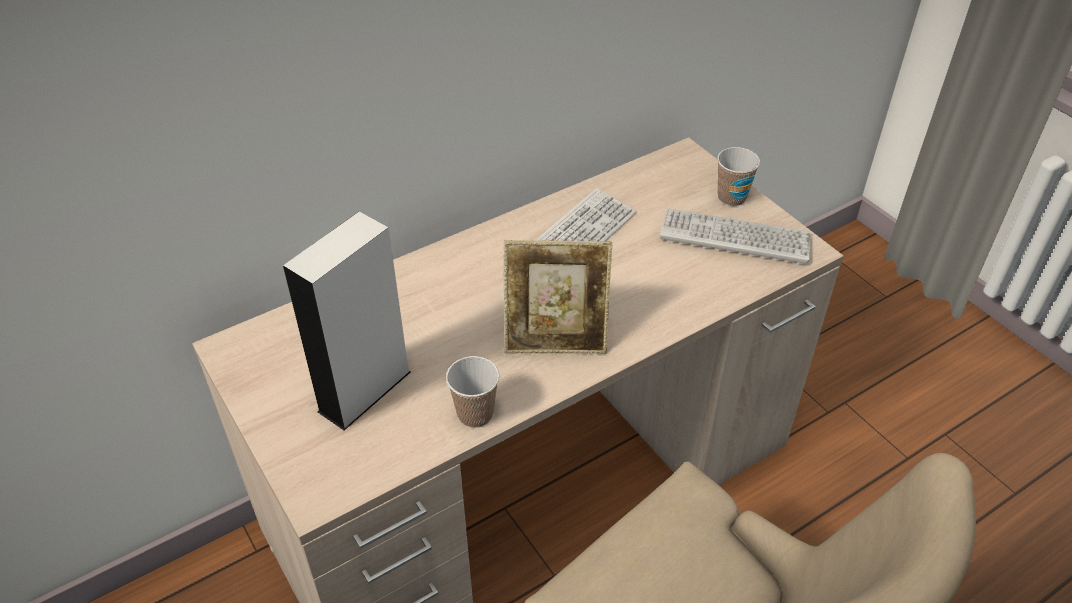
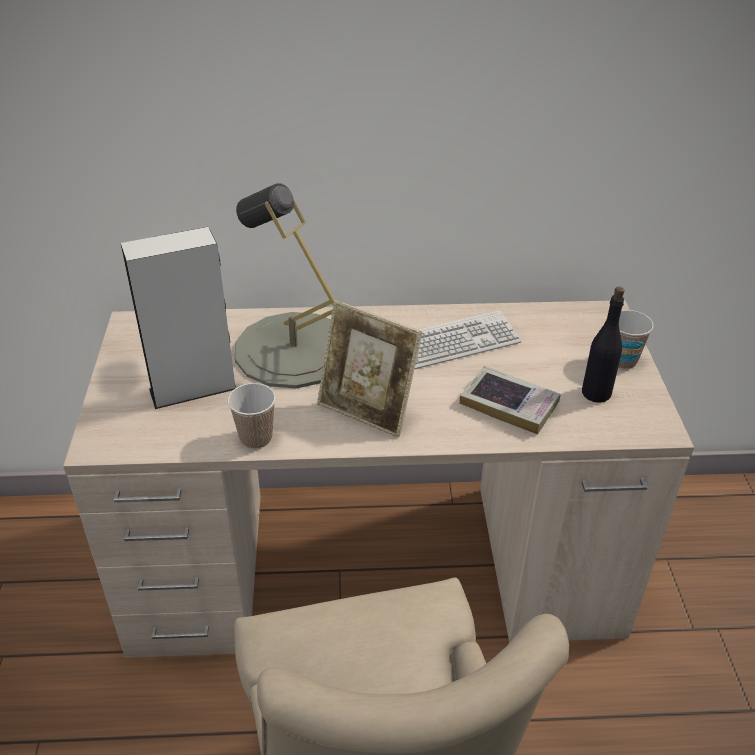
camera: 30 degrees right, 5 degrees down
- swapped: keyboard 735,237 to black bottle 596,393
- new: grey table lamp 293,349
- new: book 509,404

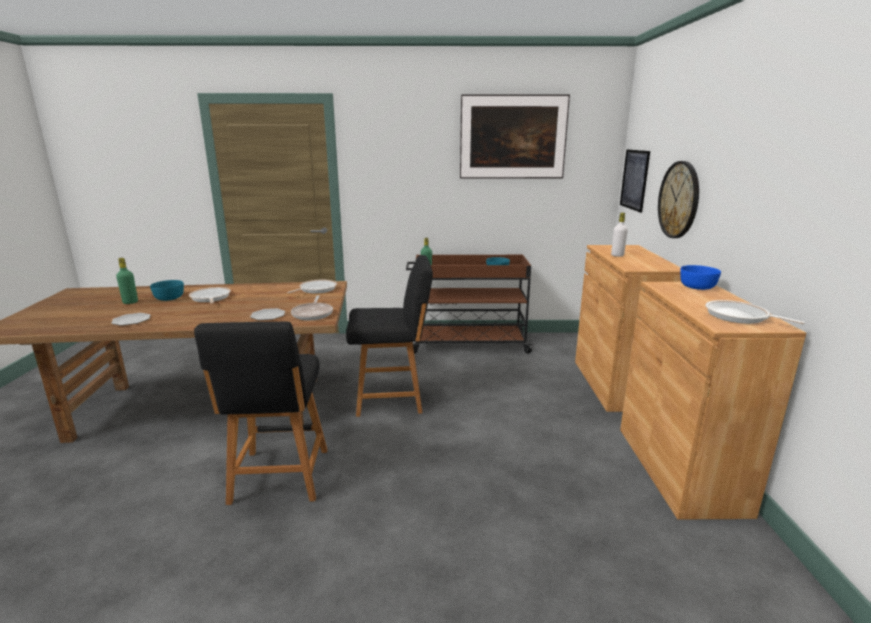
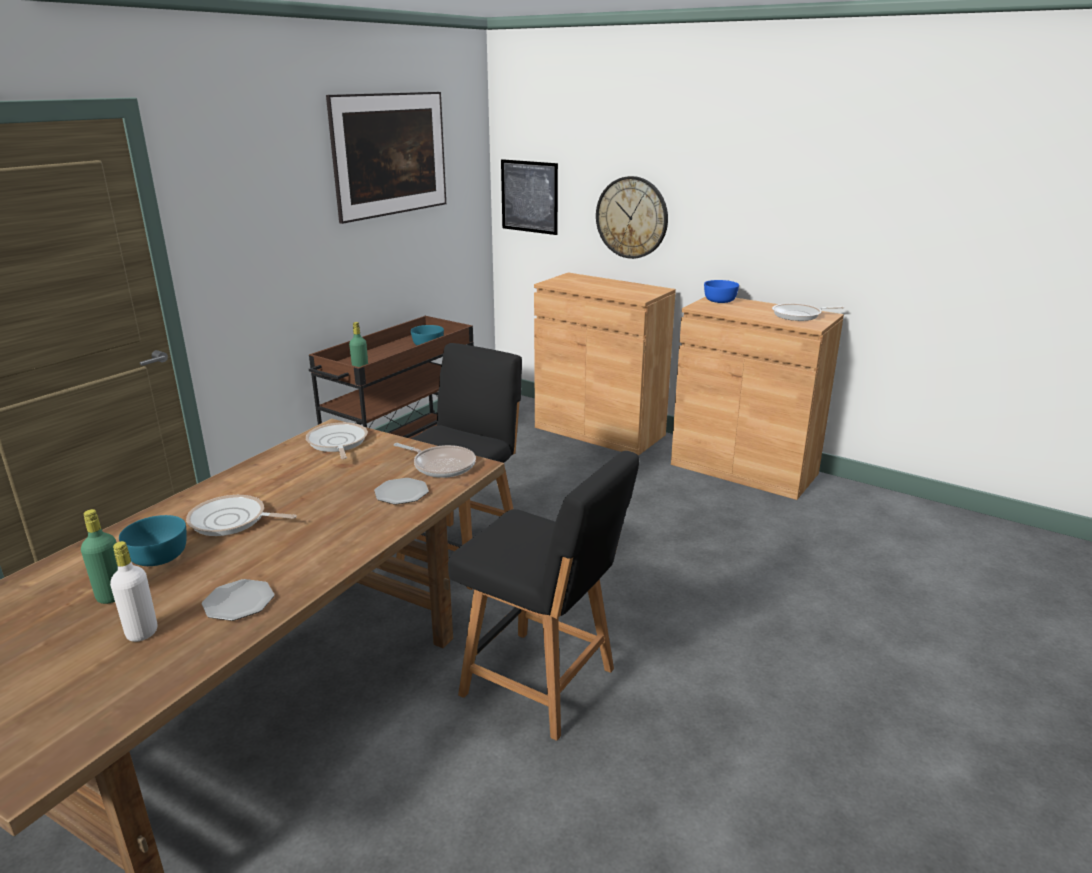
camera: 55 degrees left, 5 degrees up
- shifted: white bottle 617,255 to 142,633

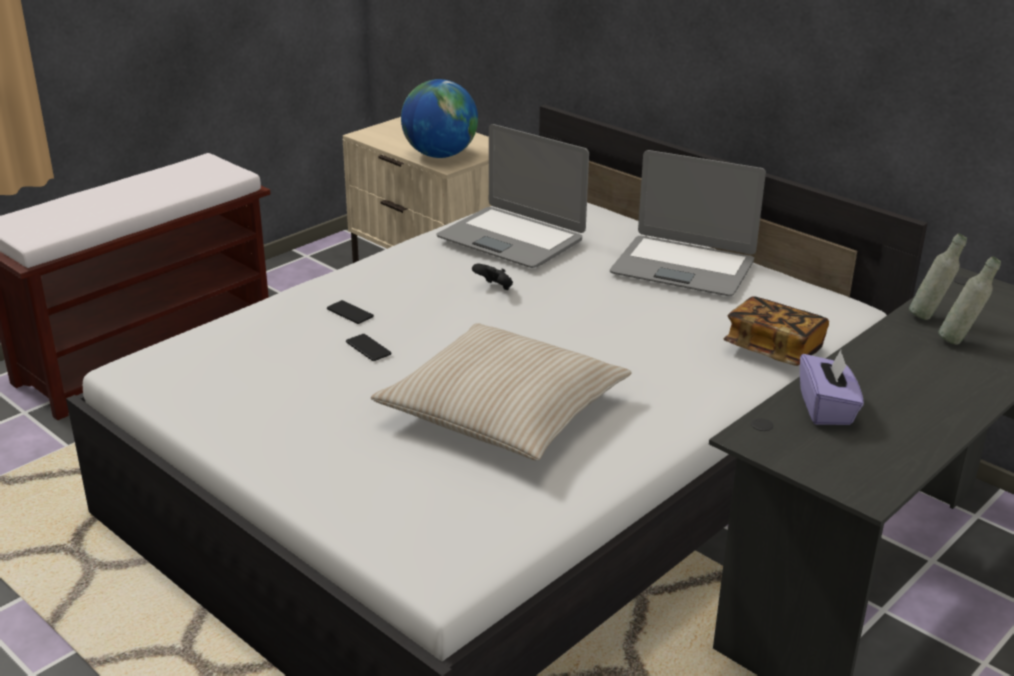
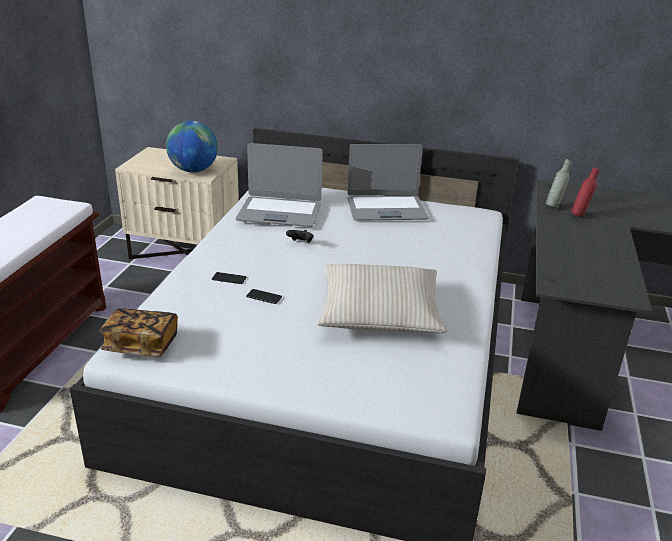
camera: 30 degrees left, 0 degrees up
- repainted: grey bottle 959,341 to red bottle 580,215
- shifted: book 773,349 to 141,345
- gone: purple tissue box 826,409

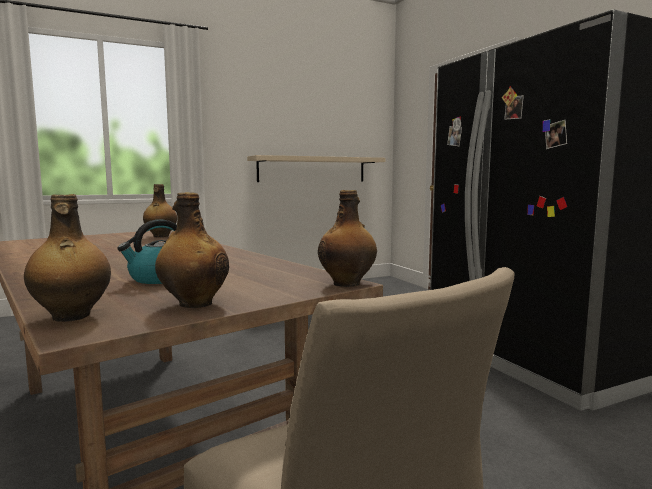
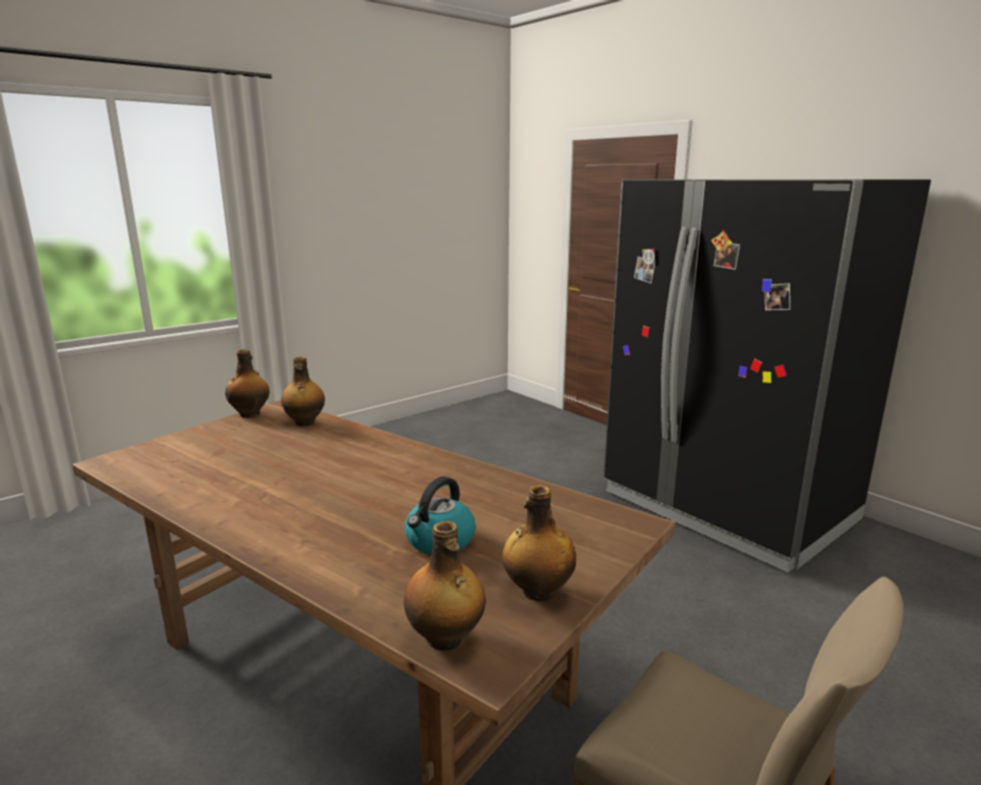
camera: 15 degrees left, 10 degrees up
- gone: beige shelf 312,169
- shifted: bottle 347,283 to 250,414

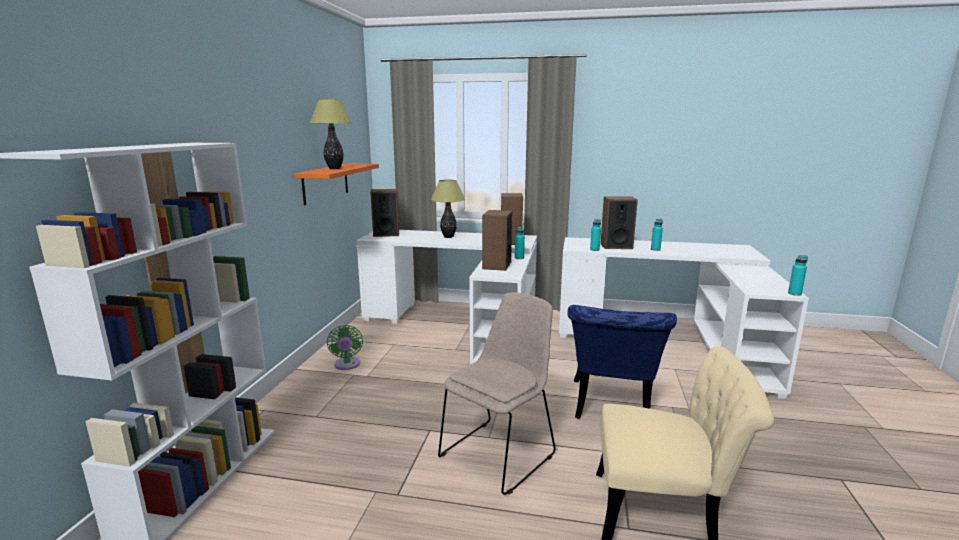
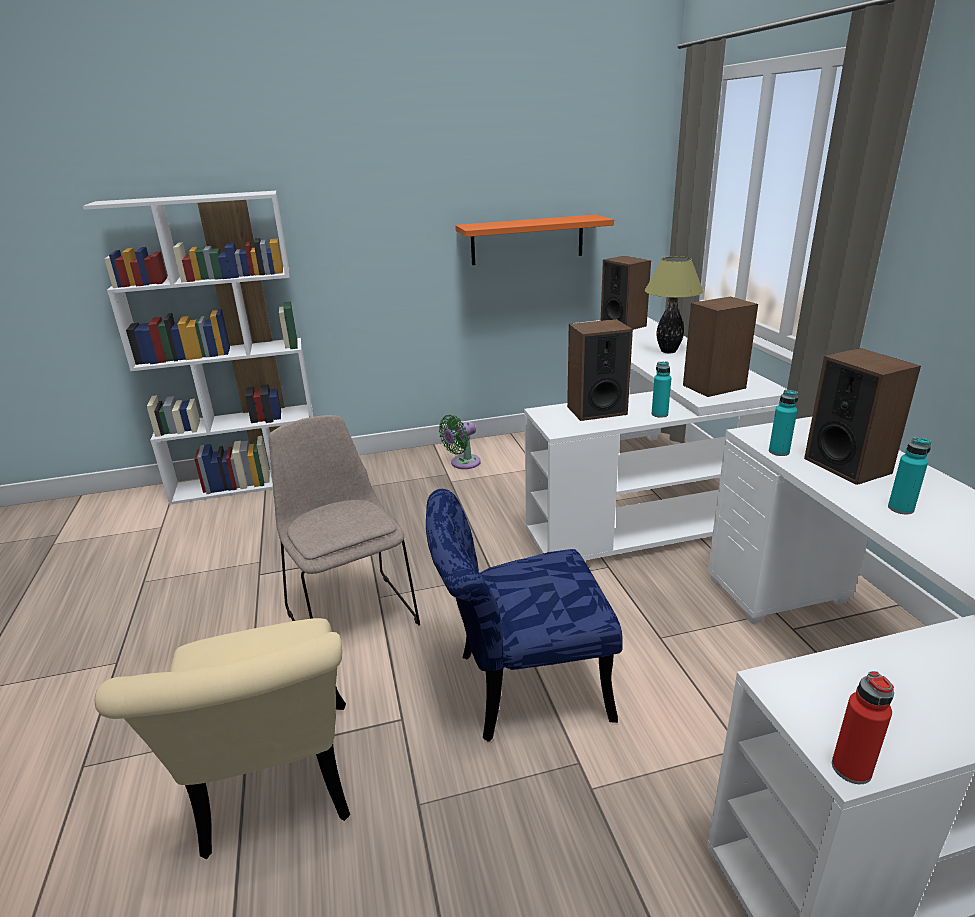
camera: 65 degrees right, 10 degrees up
- gone: table lamp 334,168
- repainted: turquoise bottle 794,293 to red bottle 851,769
- rotated: beige chair 499,453 = 351,614 135 degrees counterclockwise

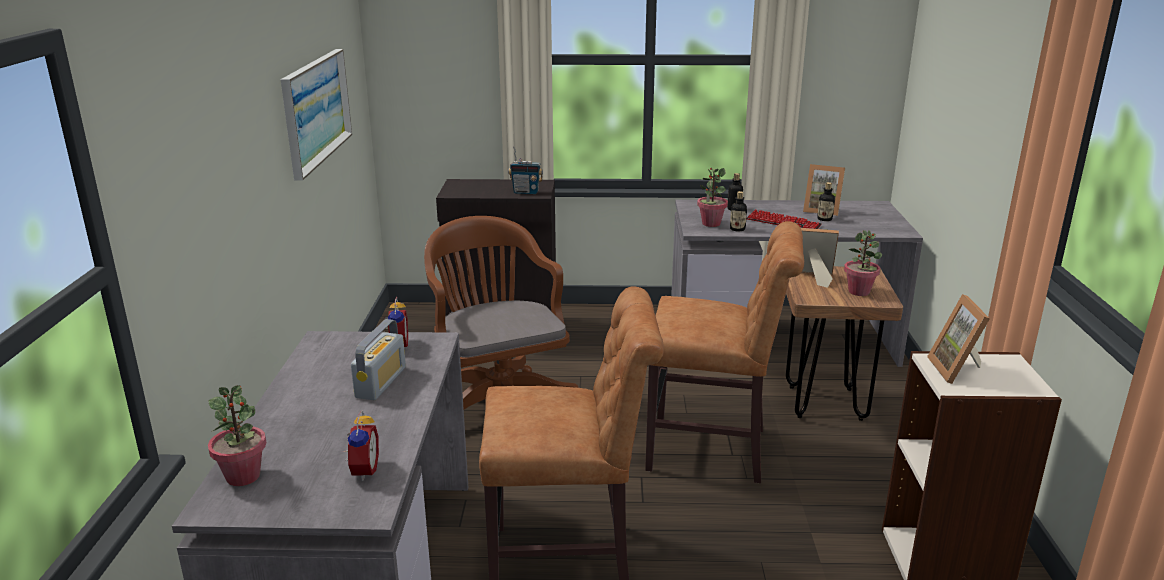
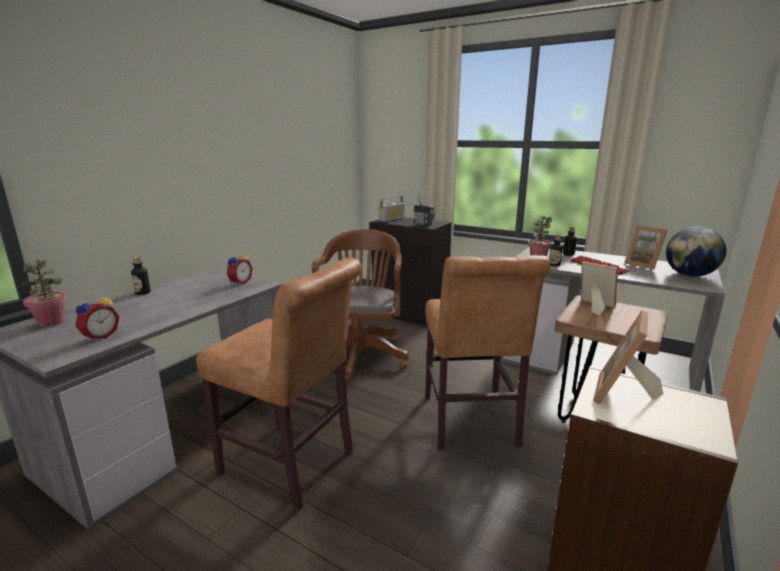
camera: 30 degrees right, 5 degrees down
- gone: picture 316,110
- shifted: bottle 824,219 to 143,293
- rotated: brown chair 714,450 = 470,424 45 degrees clockwise
- gone: potted plant 859,292
- shifted: radio 381,382 to 391,219
- new: globe 689,275

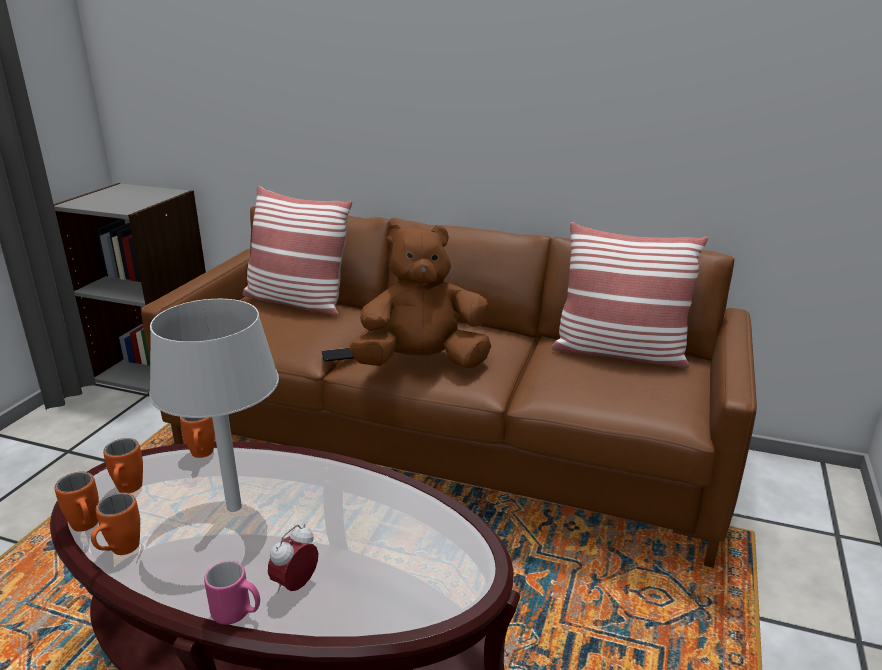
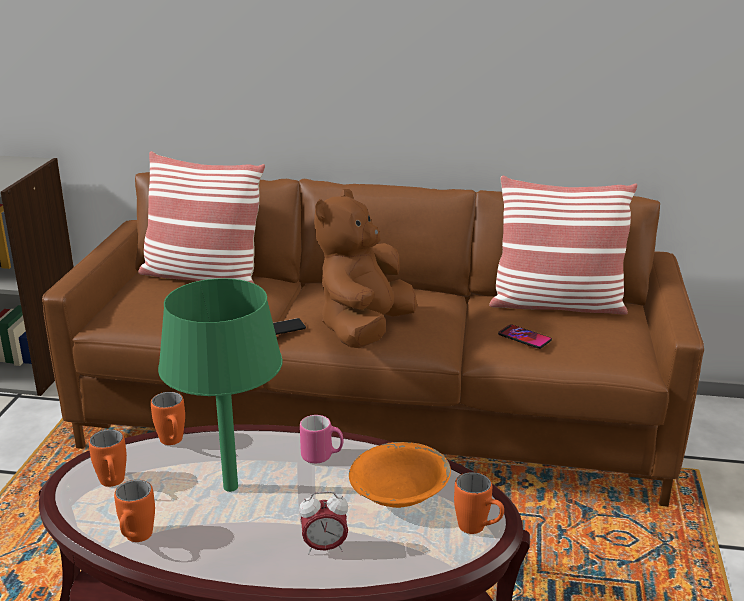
camera: 10 degrees left, 0 degrees up
- rotated: brown plush toy 422,363 = 364,331 45 degrees counterclockwise
- repainted: grey table lamp 233,507 to green table lamp 230,487
- shifted: orange mug 87,528 to 478,530
- rotated: alarm clock 295,585 = 324,548 120 degrees counterclockwise
- shifted: pink mug 237,613 to 322,456
- new: phone 524,337
- new: orange bowl 399,495

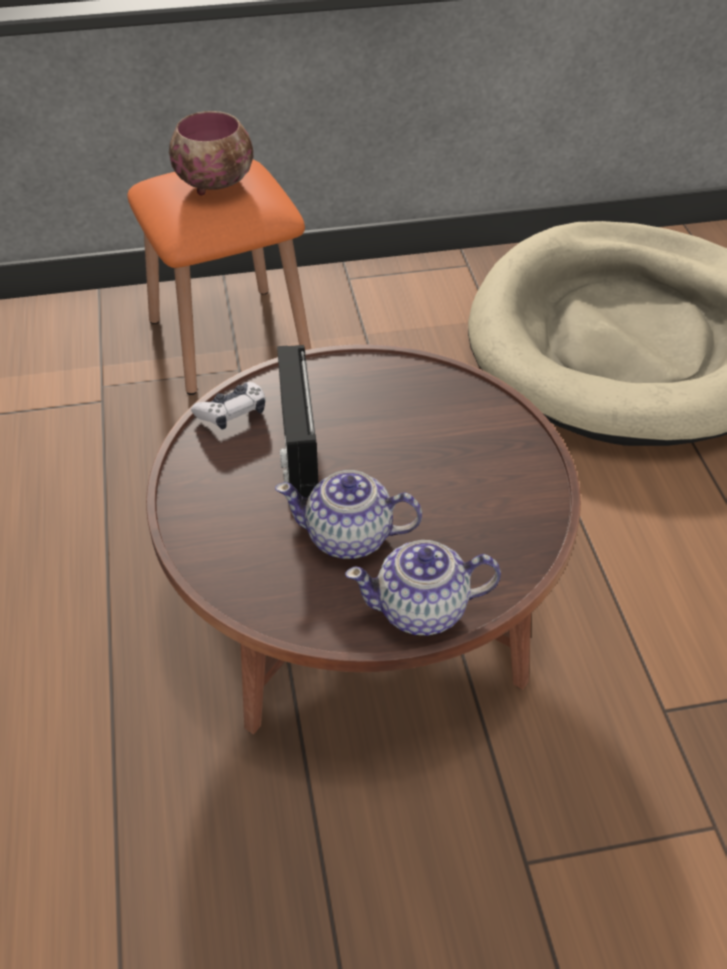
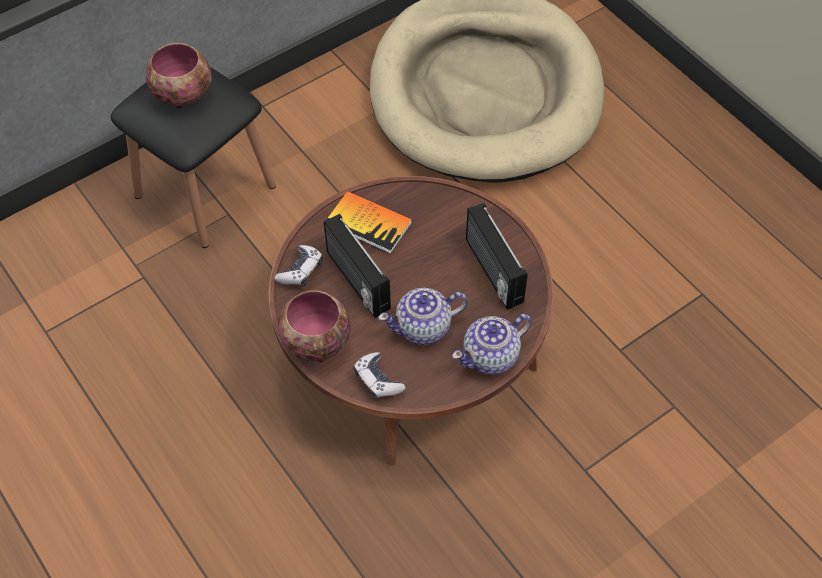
camera: 25 degrees left, 10 degrees up
- repainted: orange stool 229,339 to black stool 205,191
- new: book 369,223
- new: radio 492,271
- new: bowl 314,342
- new: game controller 378,380

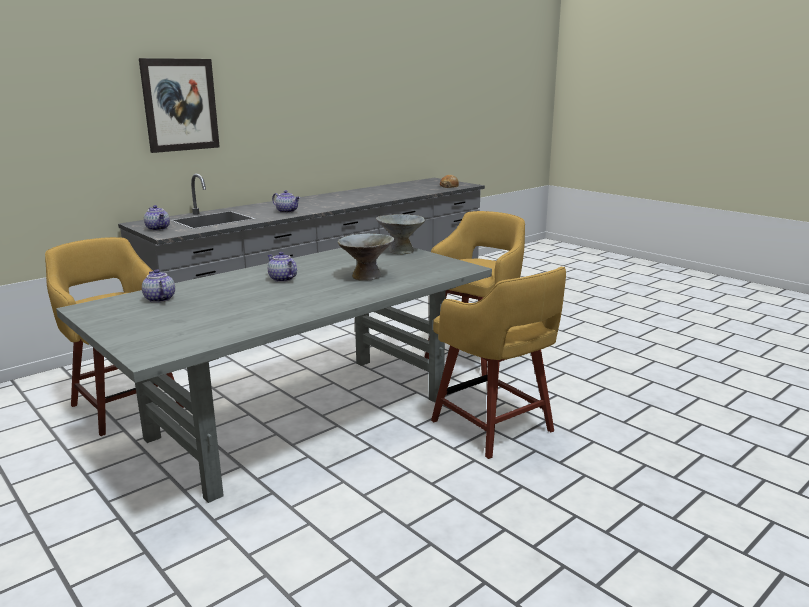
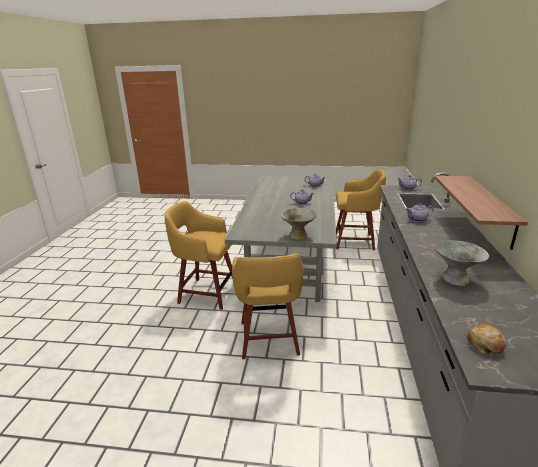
camera: 140 degrees right, 5 degrees up
- gone: picture 180,105
- shifted: grey bowl 366,276 to 455,279
- new: shelf 490,210

